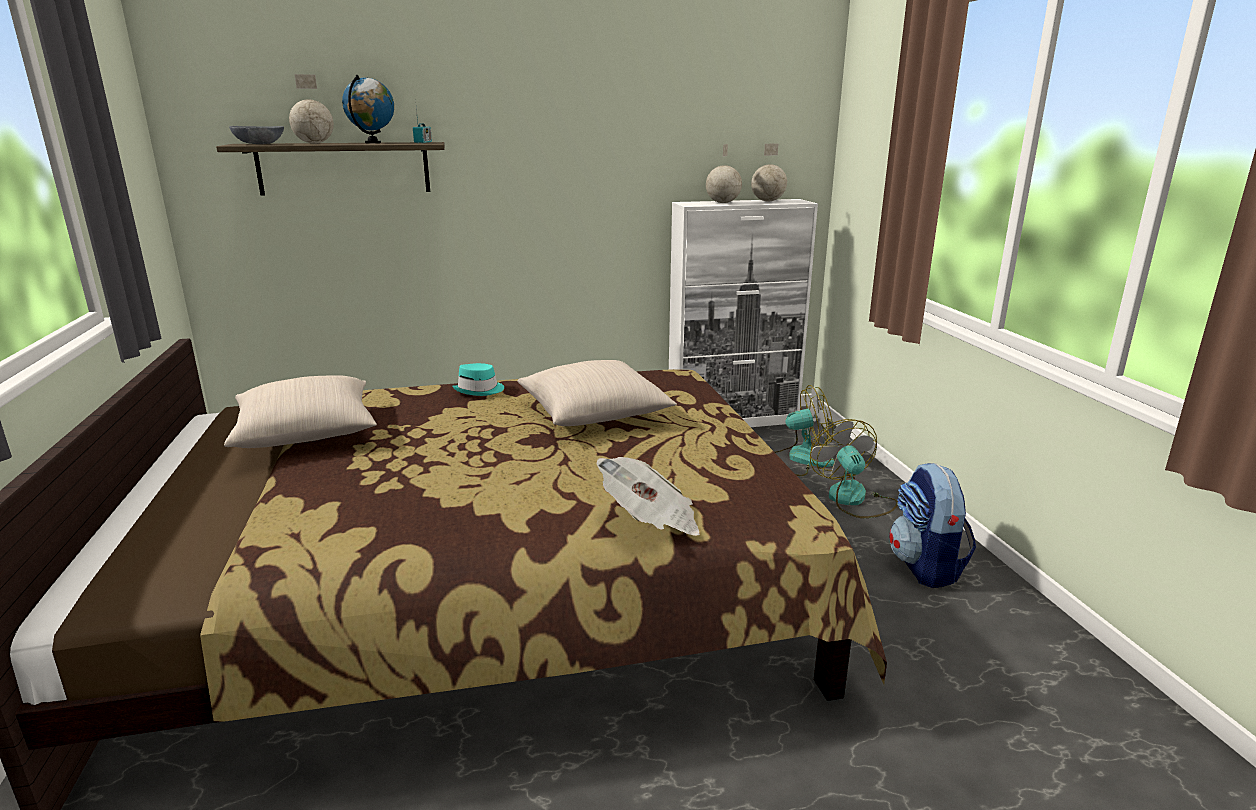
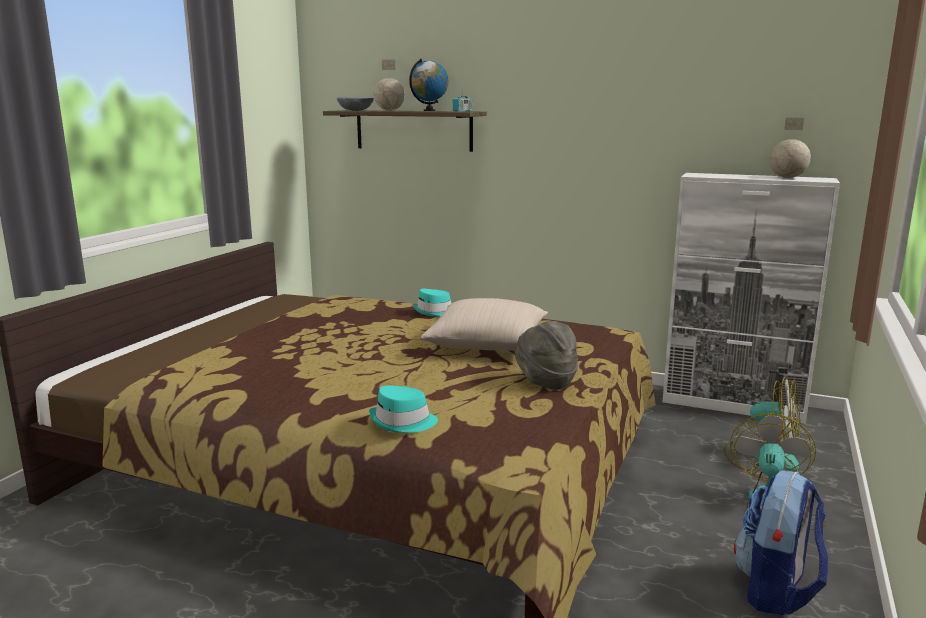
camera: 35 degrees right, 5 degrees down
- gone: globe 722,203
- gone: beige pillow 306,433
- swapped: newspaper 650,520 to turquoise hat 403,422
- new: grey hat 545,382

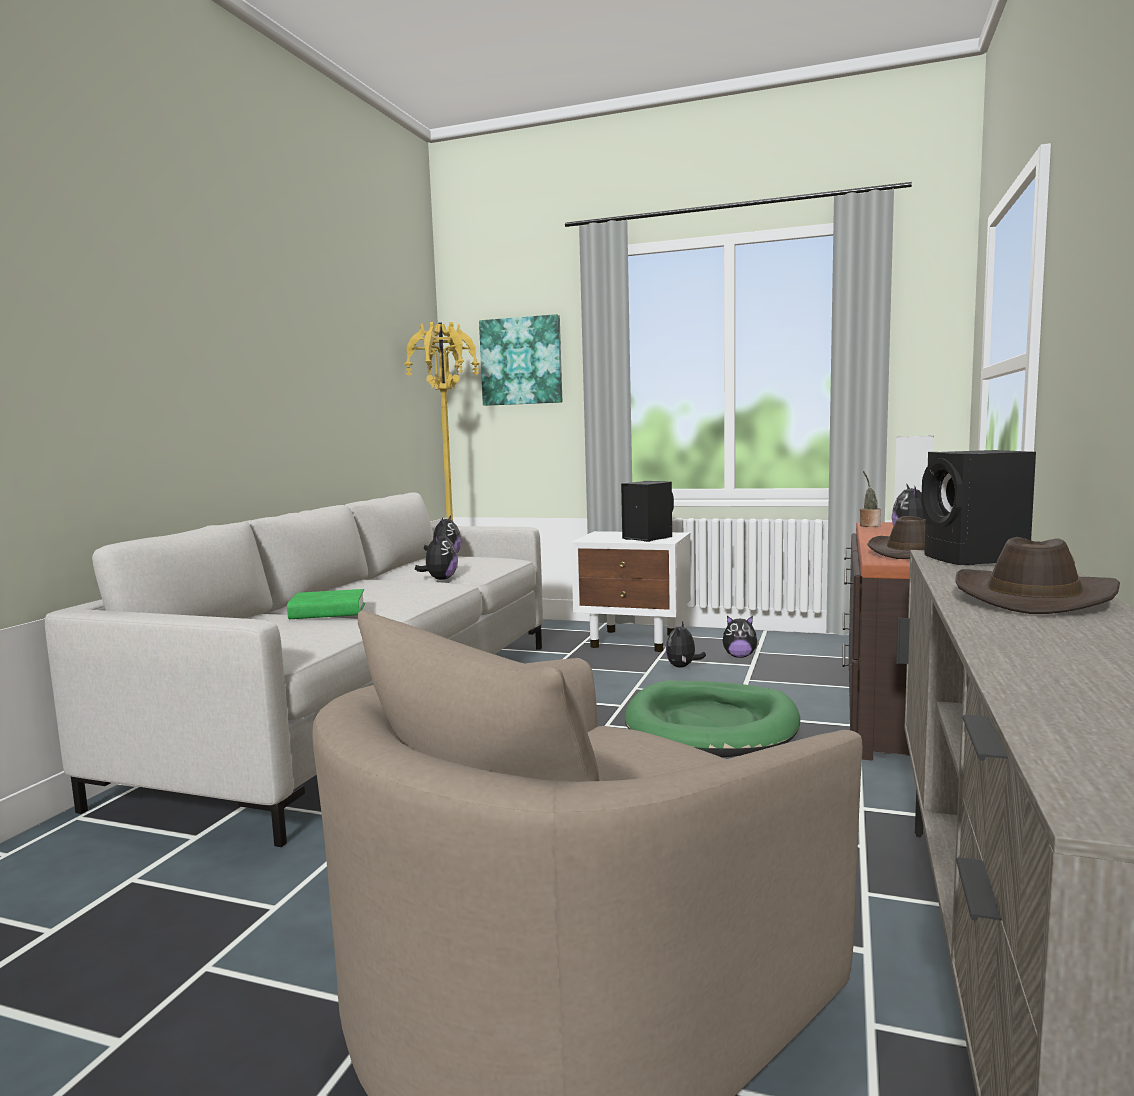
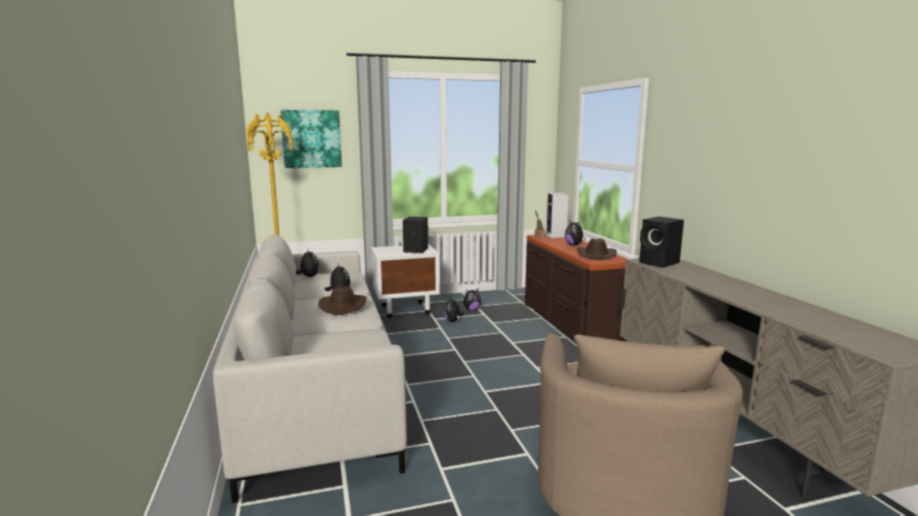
camera: 35 degrees left, 5 degrees up
- shifted: brown hat 1032,598 to 343,306
- gone: green book 328,612
- gone: green dog bed 712,726

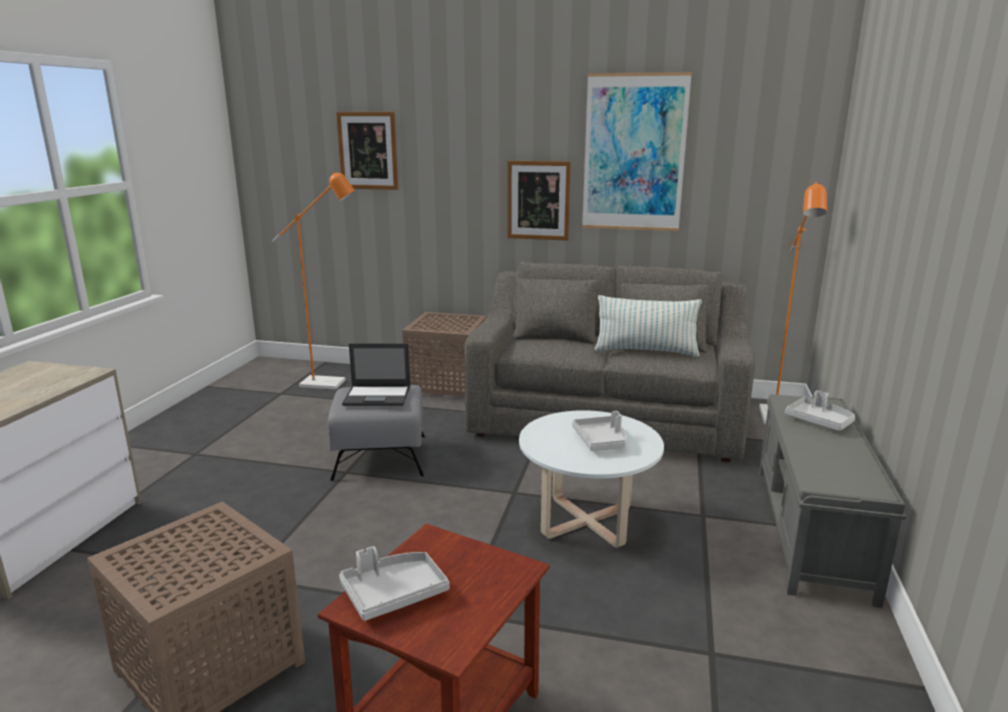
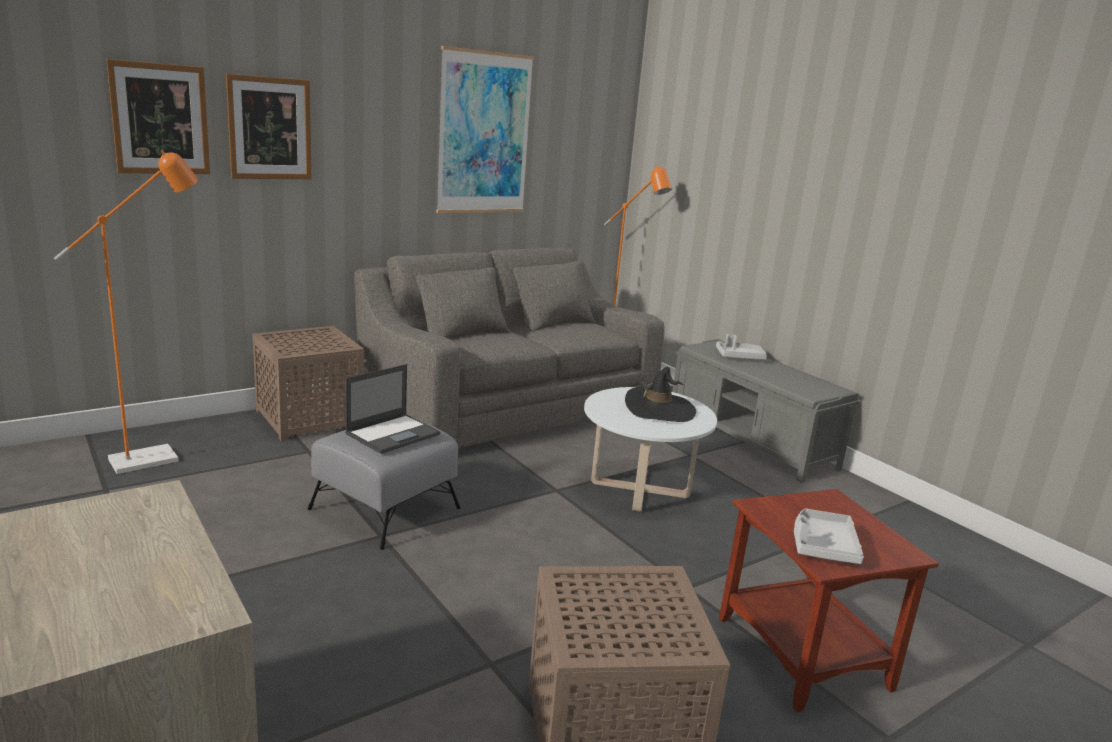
camera: 50 degrees left, 0 degrees up
- shifted: picture 538,200 to 270,128
- gone: pillow 646,351
- swapped: grey tray 601,441 to black hat 659,409

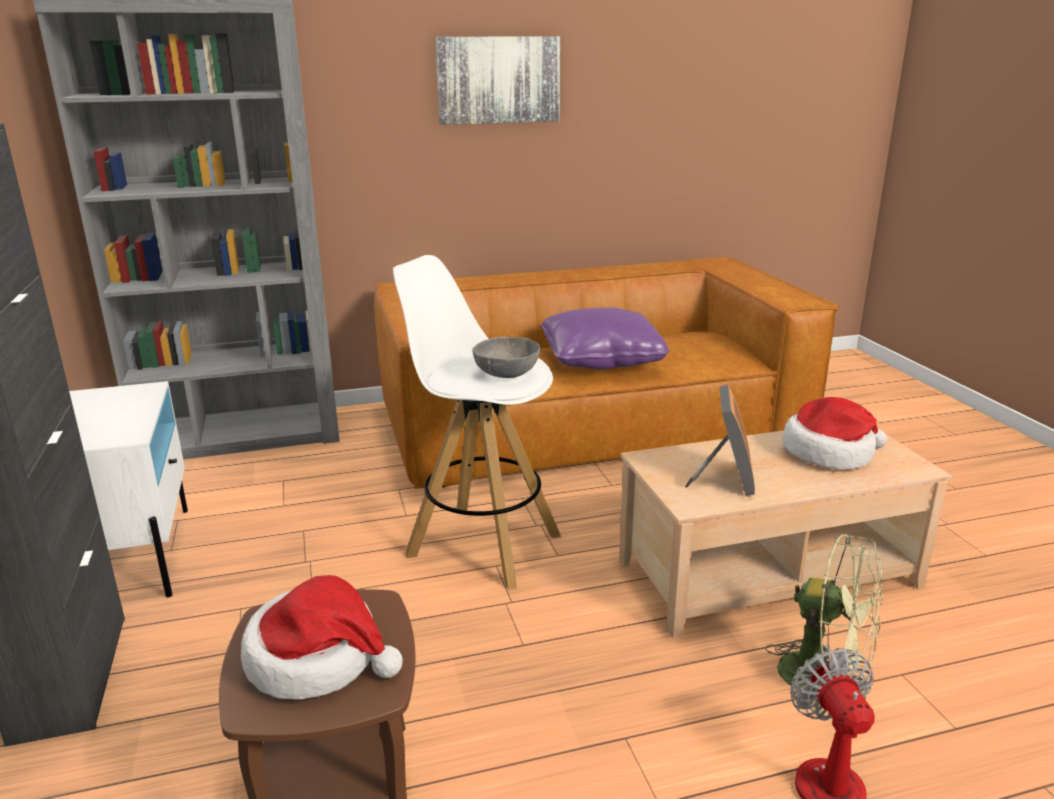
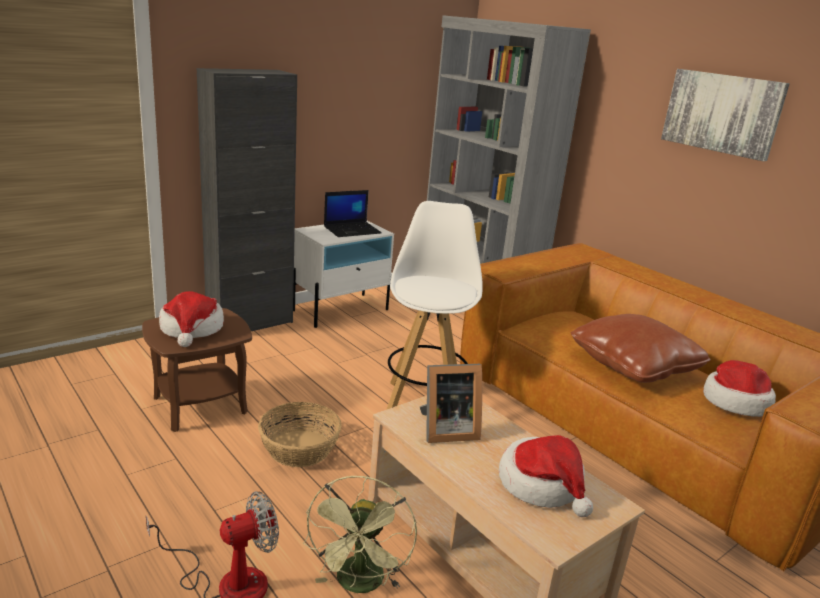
camera: 65 degrees right, 0 degrees up
- repainted: purple pillow 601,359 to brown pillow 634,365
- gone: grey bowl 507,373
- new: laptop 352,230
- new: hat 735,401
- new: basket 299,449

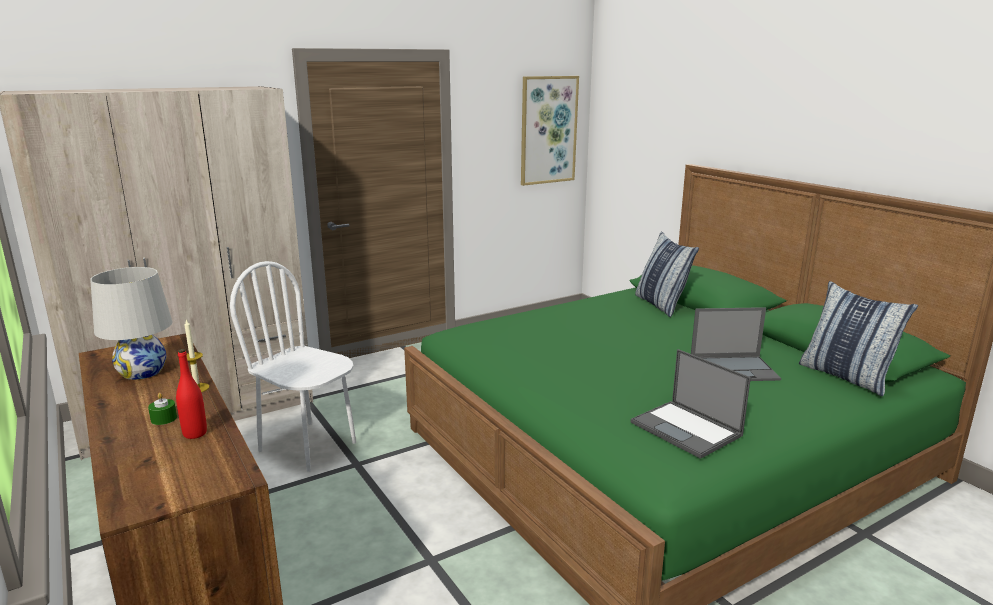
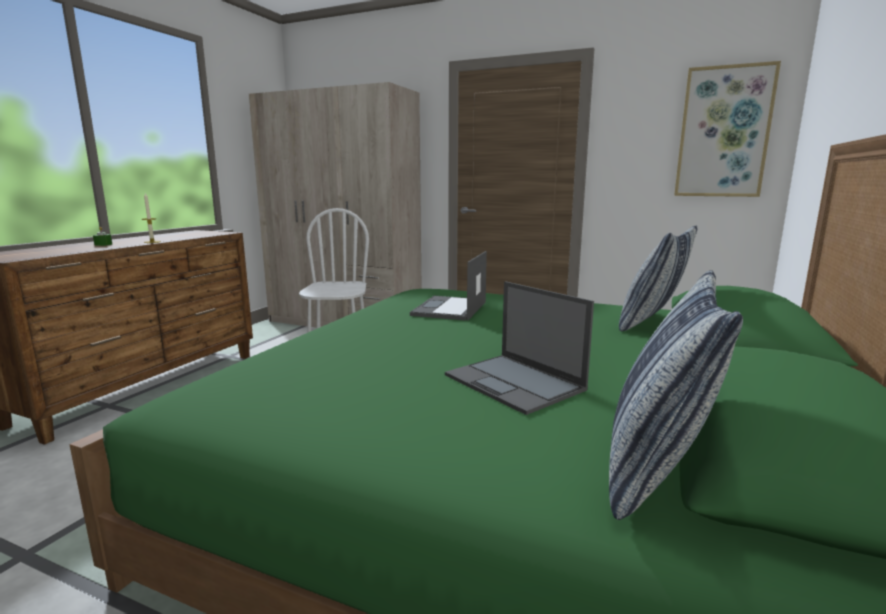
camera: 55 degrees right, 5 degrees down
- gone: white table lamp 142,372
- gone: red bottle 195,433
- shifted: laptop 687,429 to 449,309

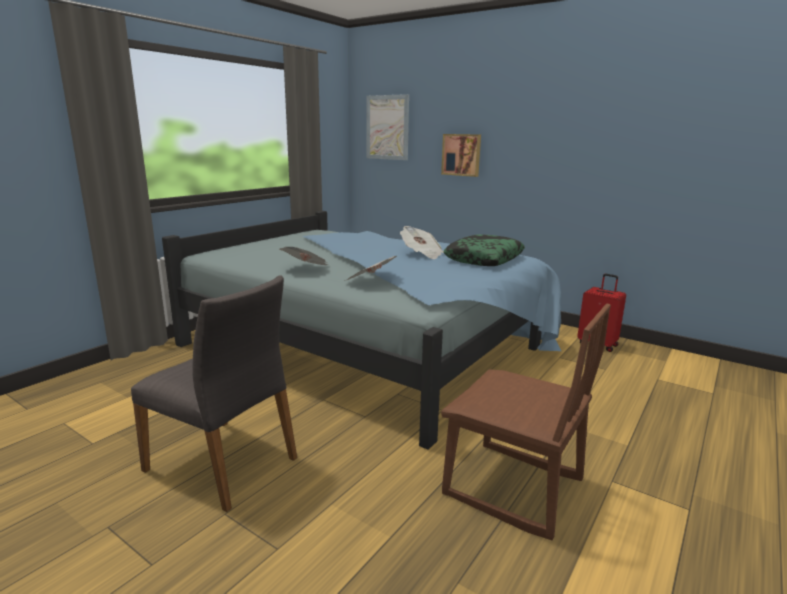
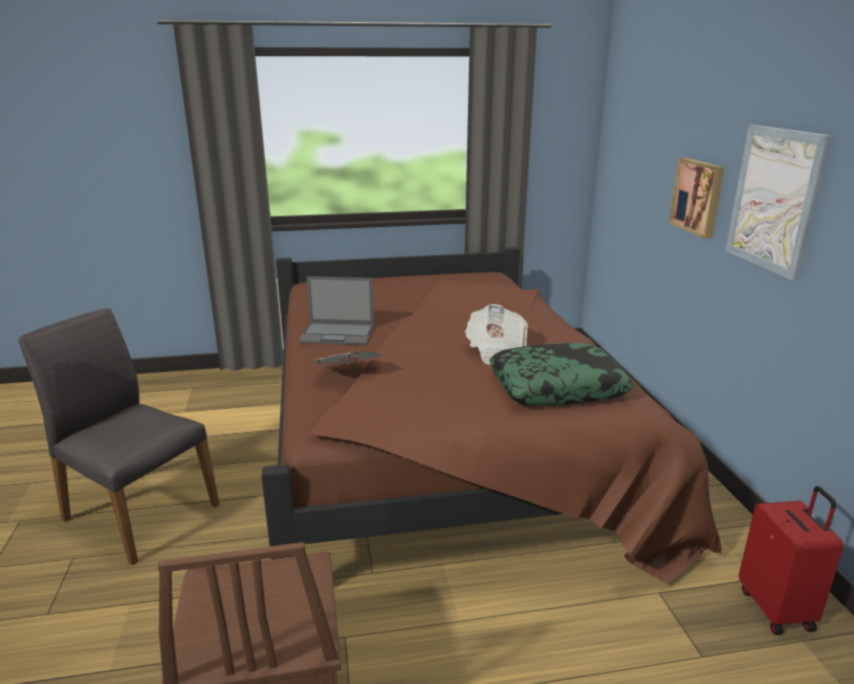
camera: 45 degrees right, 5 degrees up
- shifted: picture 387,127 to 774,199
- repainted: blue bed 372,345 to brown bed 446,448
- swapped: newspaper 307,269 to laptop 338,334
- rotated: grey chair 224,463 = 138,512 135 degrees clockwise

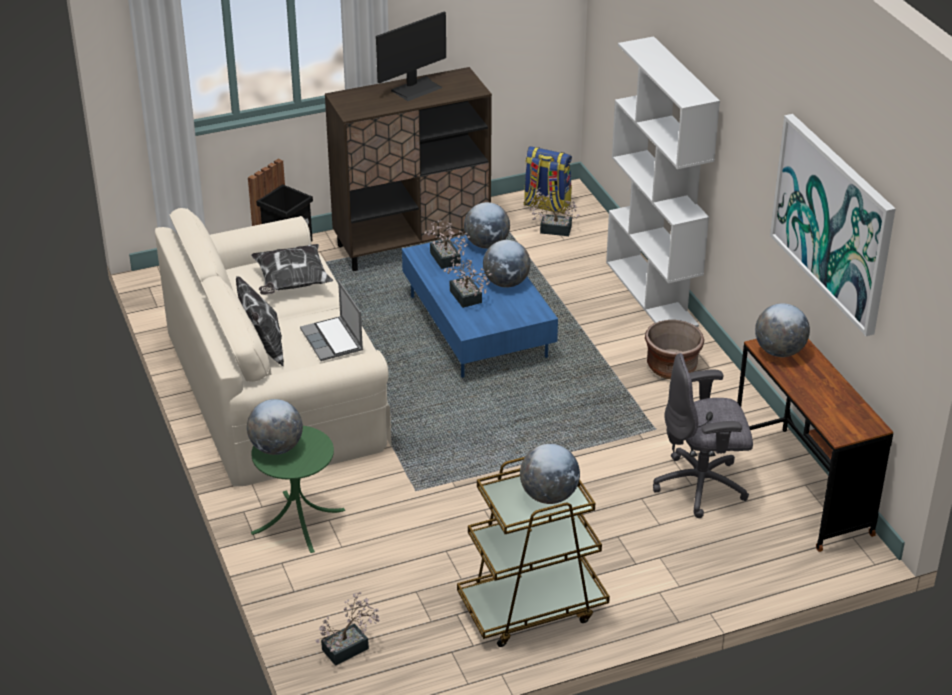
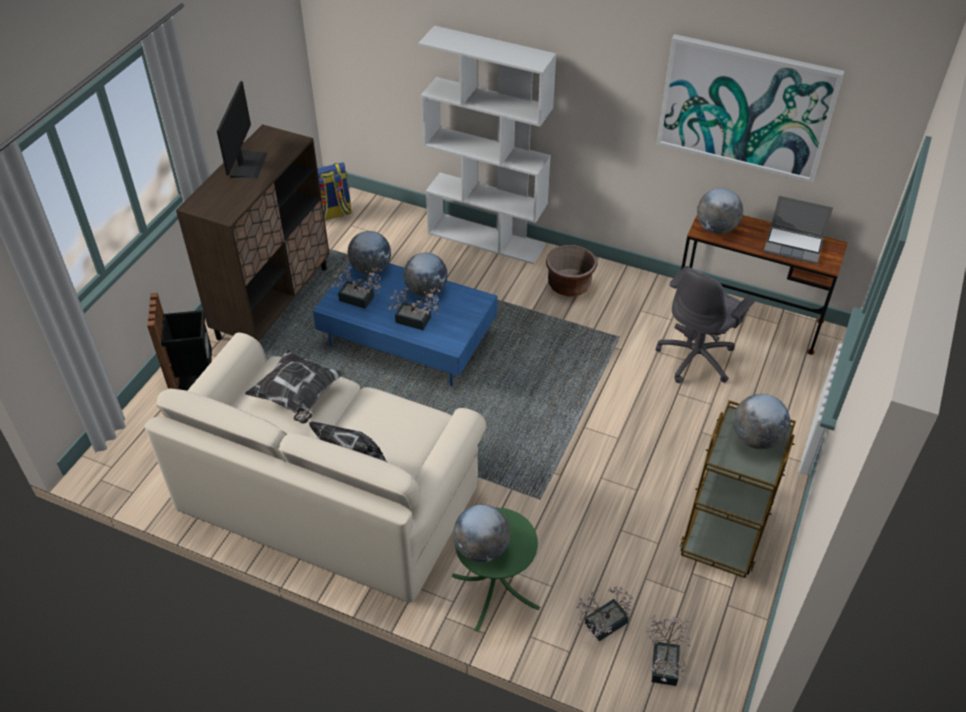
camera: 45 degrees left, 10 degrees up
- shifted: potted plant 551,229 to 601,625
- shifted: laptop 333,340 to 794,245

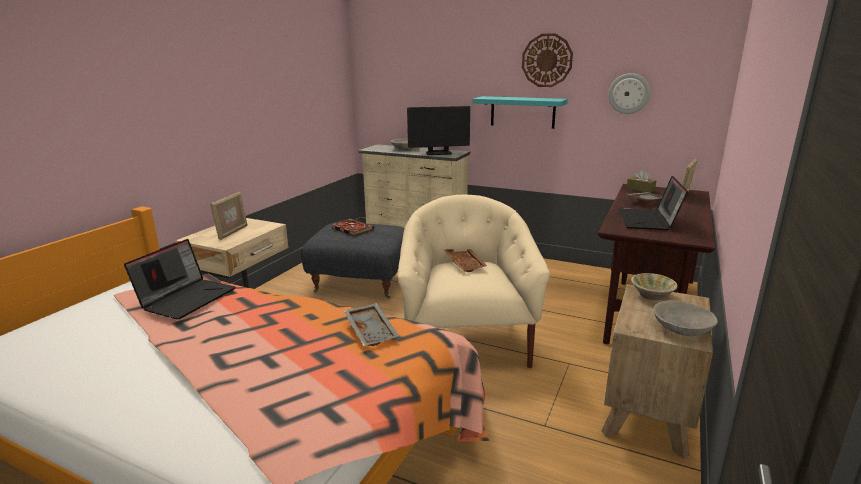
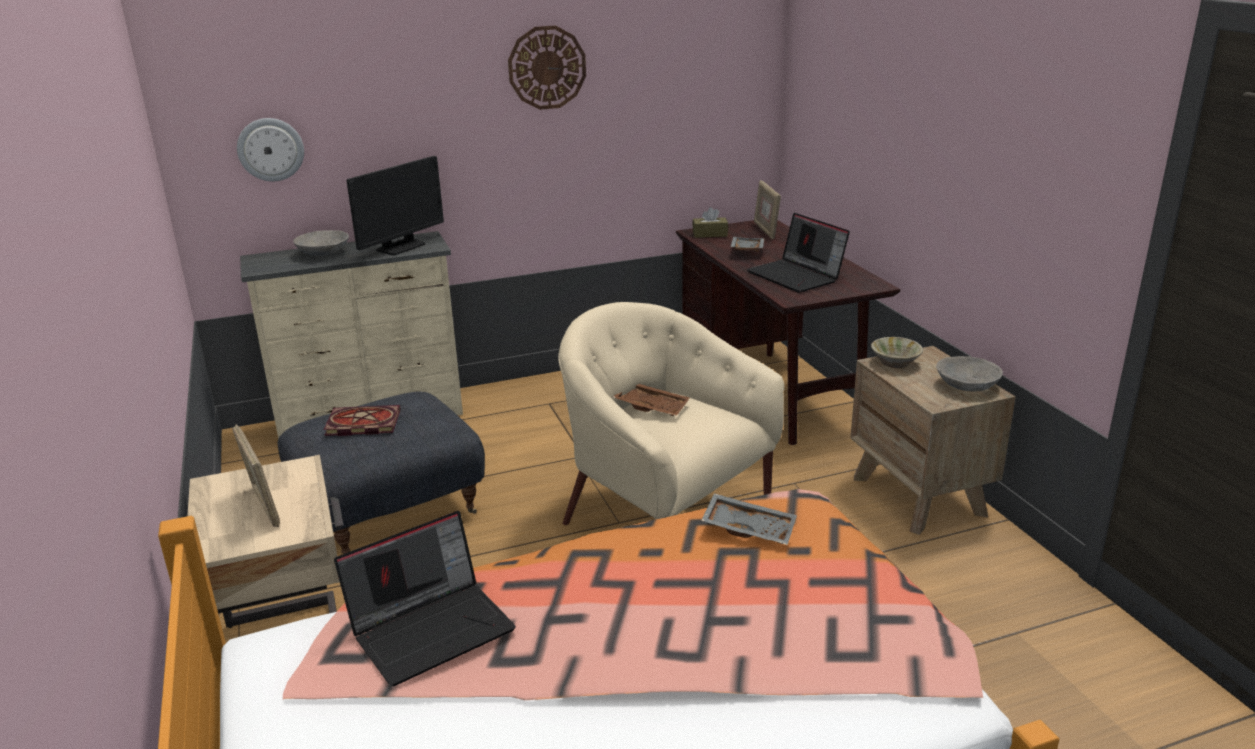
camera: 45 degrees left, 5 degrees up
- shifted: wall clock 629,93 to 270,149
- gone: turquoise shelf 522,112
- rotated: laptop 187,298 = 432,628 75 degrees clockwise

